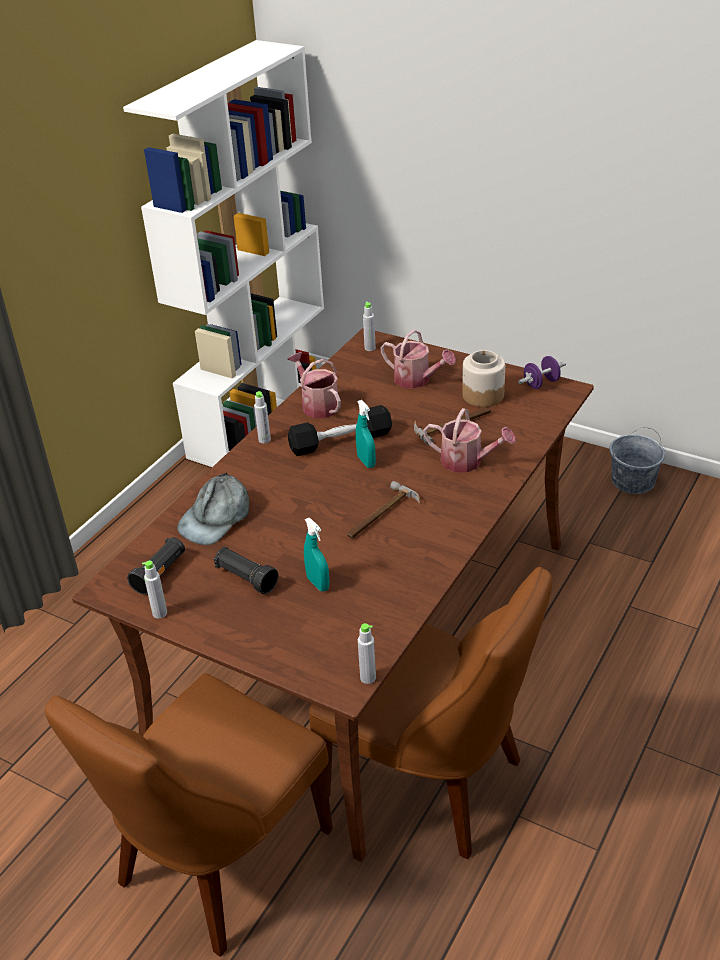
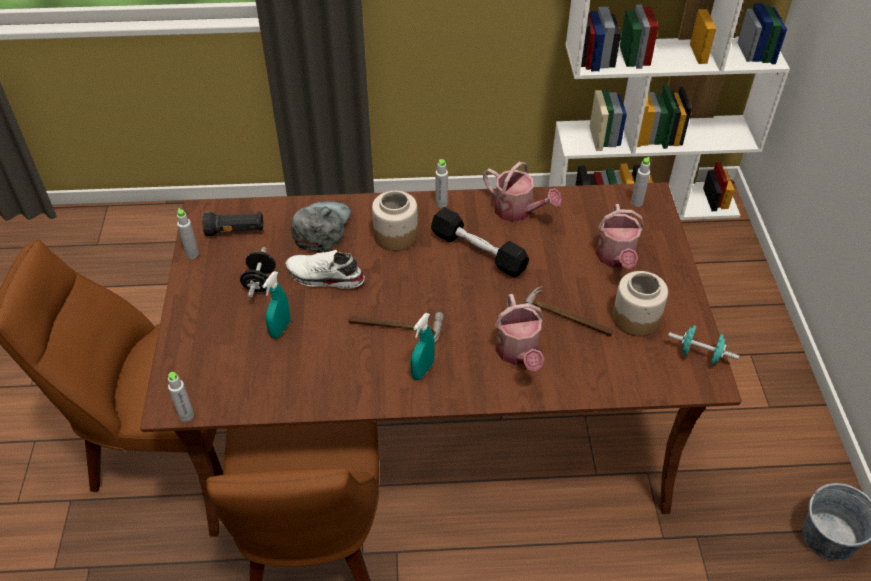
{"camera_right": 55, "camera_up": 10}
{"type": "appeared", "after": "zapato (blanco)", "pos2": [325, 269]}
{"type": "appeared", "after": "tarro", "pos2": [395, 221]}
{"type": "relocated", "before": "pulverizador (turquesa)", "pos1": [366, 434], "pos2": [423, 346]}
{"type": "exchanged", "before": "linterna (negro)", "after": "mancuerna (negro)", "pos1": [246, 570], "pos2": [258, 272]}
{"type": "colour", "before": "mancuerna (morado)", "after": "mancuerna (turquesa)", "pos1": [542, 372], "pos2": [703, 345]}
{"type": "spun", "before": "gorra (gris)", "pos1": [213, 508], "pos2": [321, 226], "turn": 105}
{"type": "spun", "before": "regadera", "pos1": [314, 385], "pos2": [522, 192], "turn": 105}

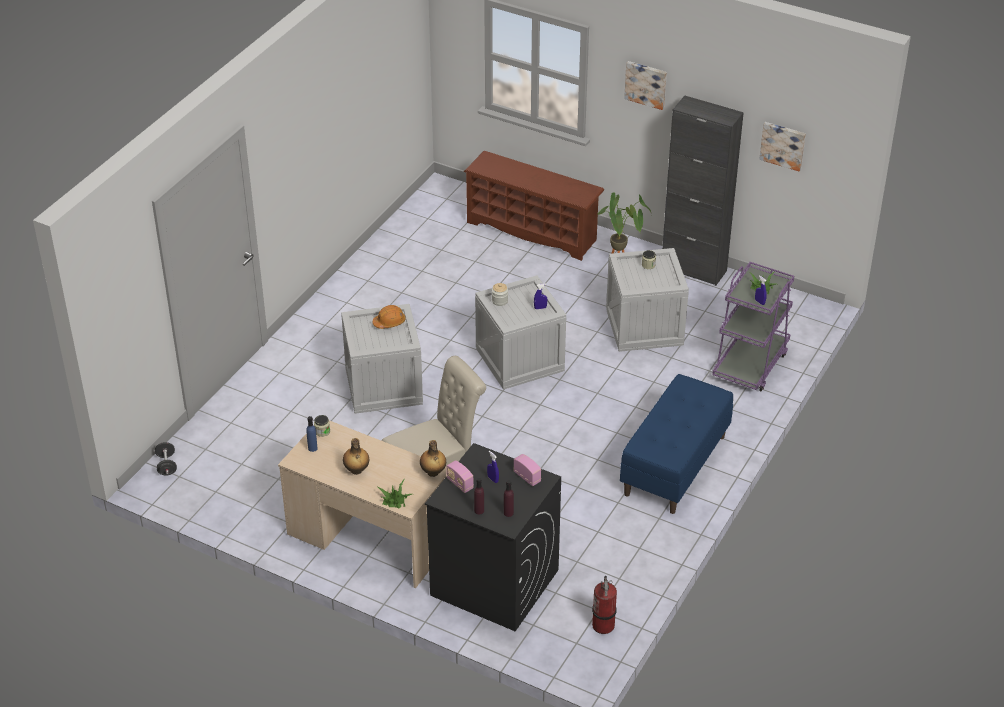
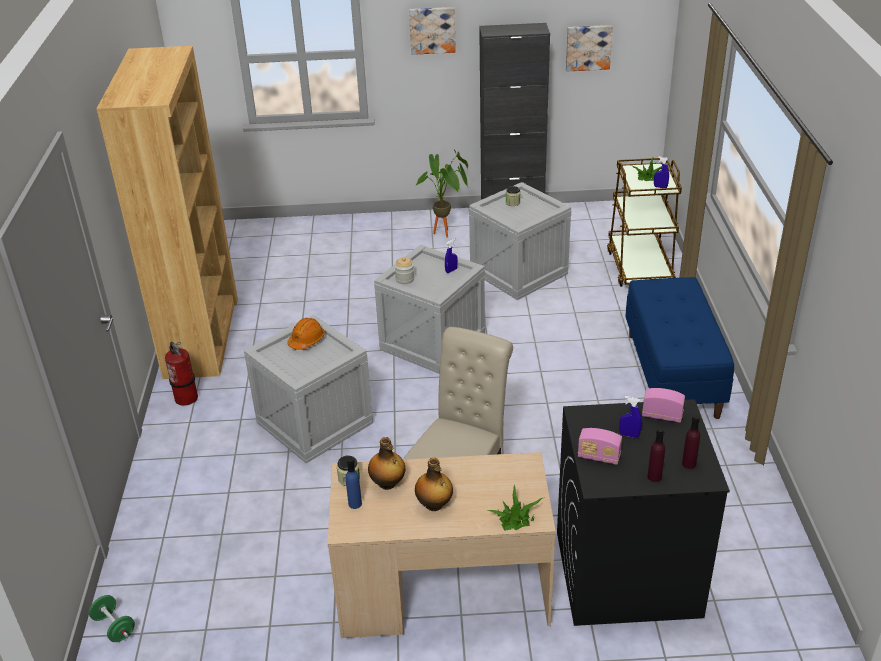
{"camera_right": -30, "camera_up": -5}
{"type": "missing", "before": "zapatero (marrón)", "pos1": [534, 206]}
{"type": "appeared", "after": "estantería (marrón)", "pos2": [167, 212]}
{"type": "relocated", "before": "botella", "pos1": [433, 458], "pos2": [386, 463]}
{"type": "relocated", "before": "extintor", "pos1": [604, 605], "pos2": [181, 374]}
{"type": "colour", "before": "mancuerna (negro)", "after": "mancuerna (verde)", "pos1": [166, 458], "pos2": [112, 618]}
{"type": "colour", "before": "carrito (morado)", "after": "carrito (marrón)", "pos1": [753, 326], "pos2": [644, 222]}

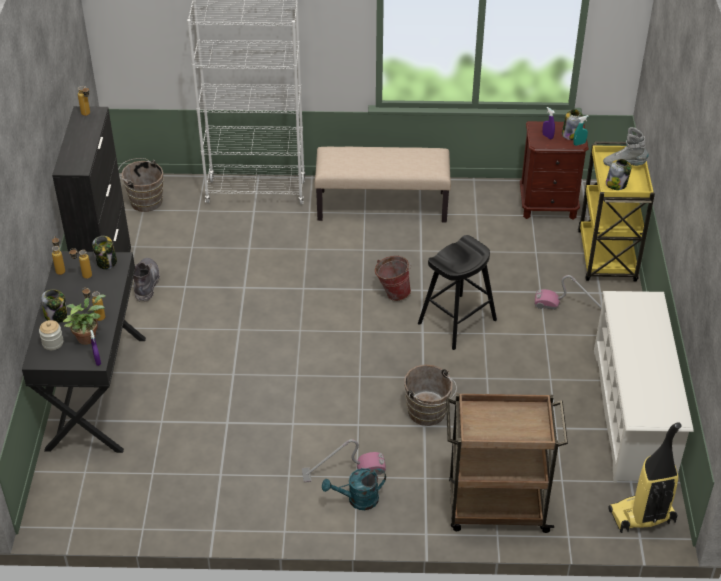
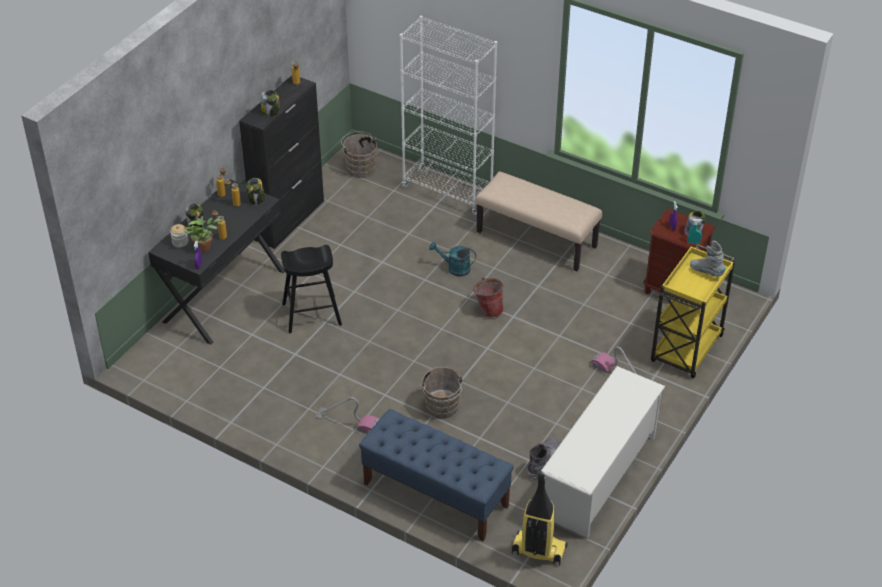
{"camera_right": 30, "camera_up": 0}
{"type": "relocated", "before": "bota (gris)", "pos1": [146, 280], "pos2": [543, 459]}
{"type": "relocated", "before": "regadera (turquesa)", "pos1": [354, 489], "pos2": [452, 259]}
{"type": "relocated", "before": "taburete (negro)", "pos1": [457, 292], "pos2": [311, 289]}
{"type": "relocated", "before": "tarro", "pos1": [619, 174], "pos2": [270, 103]}
{"type": "exchanged", "before": "carrito (marrón)", "after": "banco (azul)", "pos1": [507, 463], "pos2": [436, 475]}

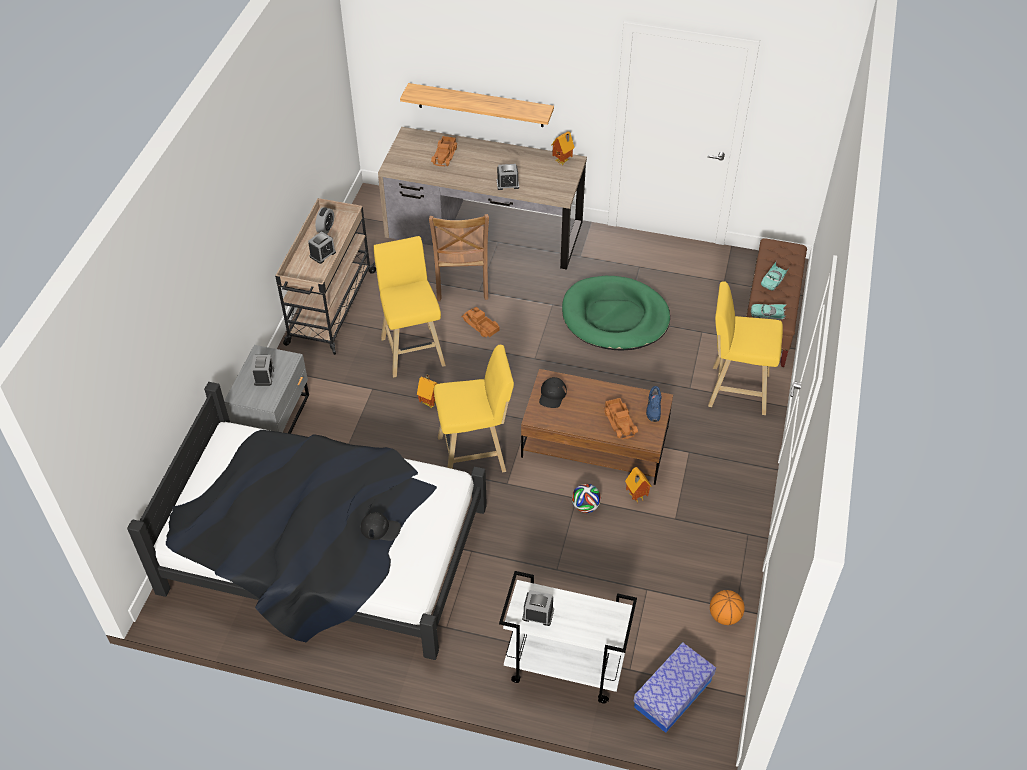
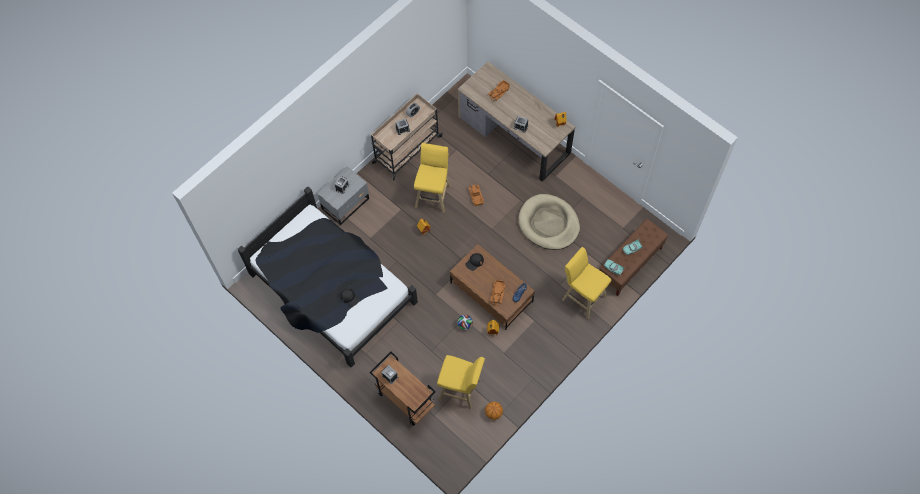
{"camera_right": 30, "camera_up": 15}
{"type": "missing", "before": "estante", "pos1": [477, 105]}
{"type": "missing", "before": "silla (marrón)", "pos1": [459, 257]}
{"type": "missing", "before": "caja de almacenaje", "pos1": [674, 688]}
{"type": "relocated", "before": "taburete (amarillo)", "pos1": [474, 408], "pos2": [461, 382]}
{"type": "colour", "before": "carrito (blanco)", "after": "carrito (marrón)", "pos1": [568, 637], "pos2": [402, 388]}
{"type": "colour", "before": "cama para perro (verde)", "after": "cama para perro (beis)", "pos1": [616, 313], "pos2": [549, 222]}

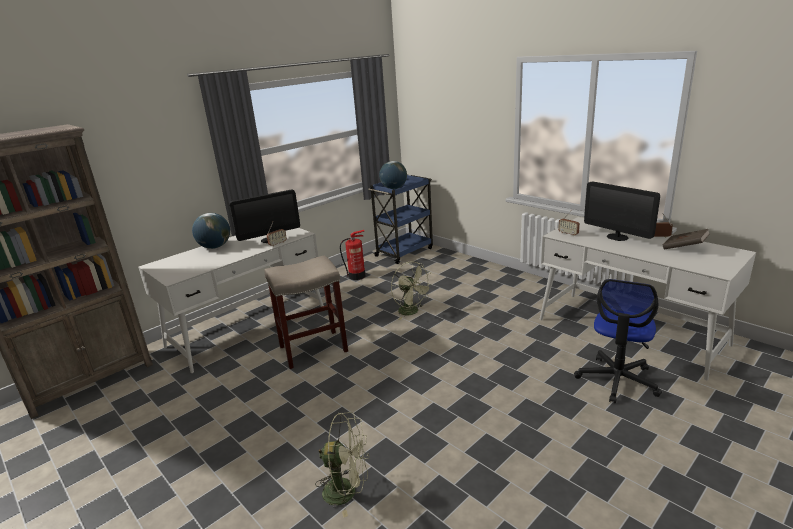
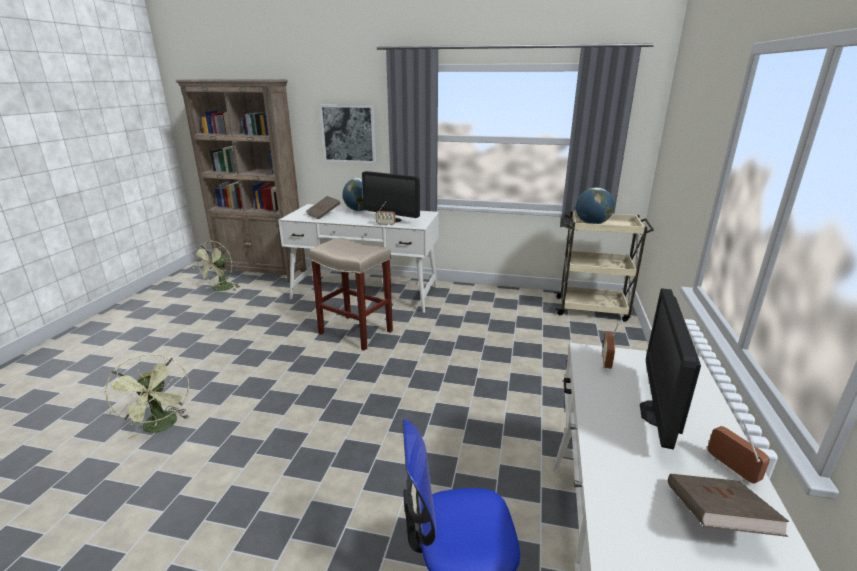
{"camera_right": 55, "camera_up": 0}
{"type": "missing", "before": "extintor", "pos1": [352, 255]}
{"type": "appeared", "after": "libro (marrón)", "pos2": [323, 207]}
{"type": "appeared", "after": "cuadro", "pos2": [348, 134]}
{"type": "relocated", "before": "ventilador (verde)", "pos1": [412, 290], "pos2": [215, 266]}
{"type": "colour", "before": "carrito (azul)", "after": "carrito (beis)", "pos1": [400, 219], "pos2": [604, 266]}

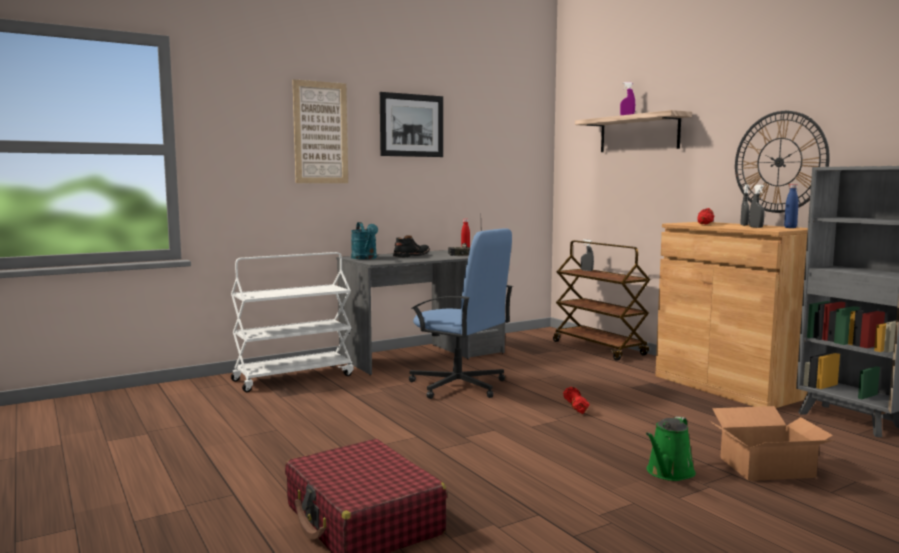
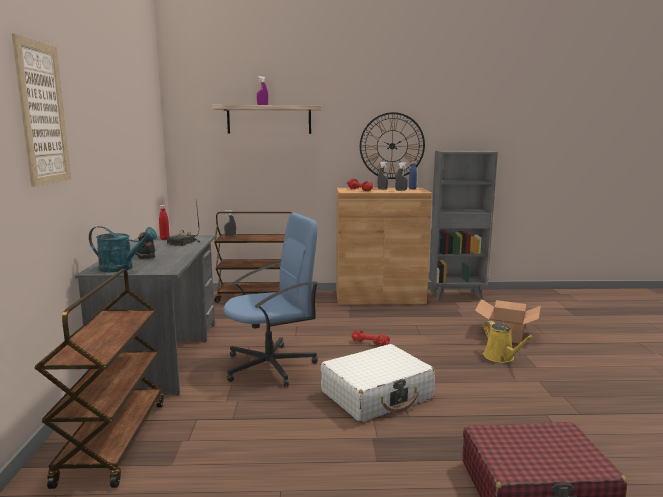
{"camera_right": -60, "camera_up": 5}
{"type": "missing", "before": "cuadro", "pos1": [411, 124]}
{"type": "appeared", "after": "maleta (blanco)", "pos2": [378, 383]}
{"type": "colour", "before": "carrito (blanco)", "after": "carrito (marrón)", "pos1": [292, 322], "pos2": [99, 379]}
{"type": "colour", "before": "regadera (verde)", "after": "regadera (amarillo)", "pos1": [671, 448], "pos2": [508, 342]}

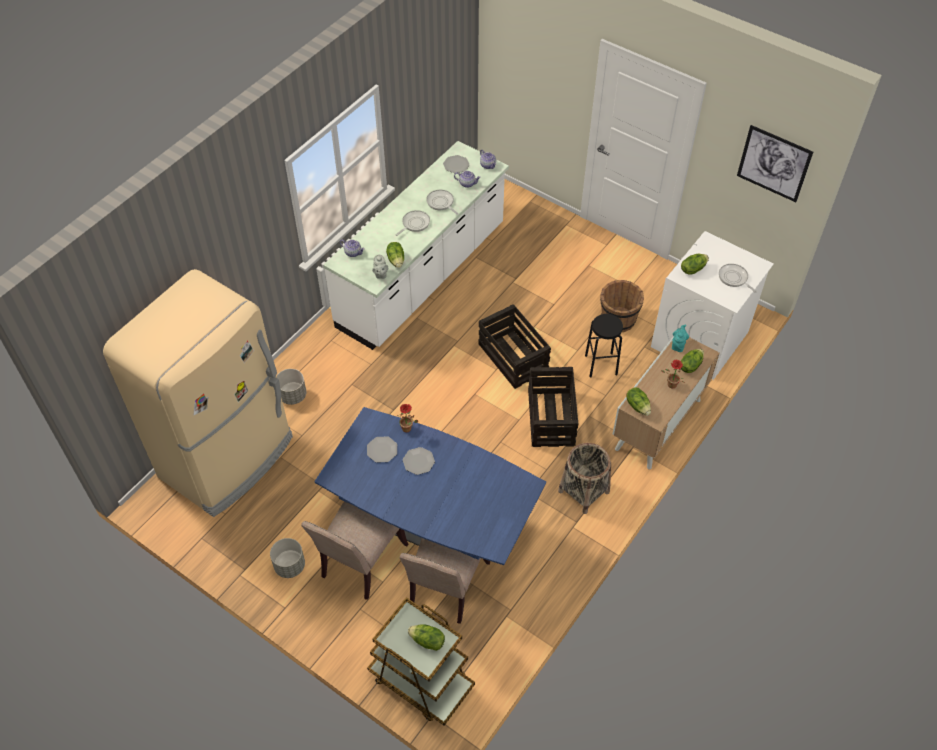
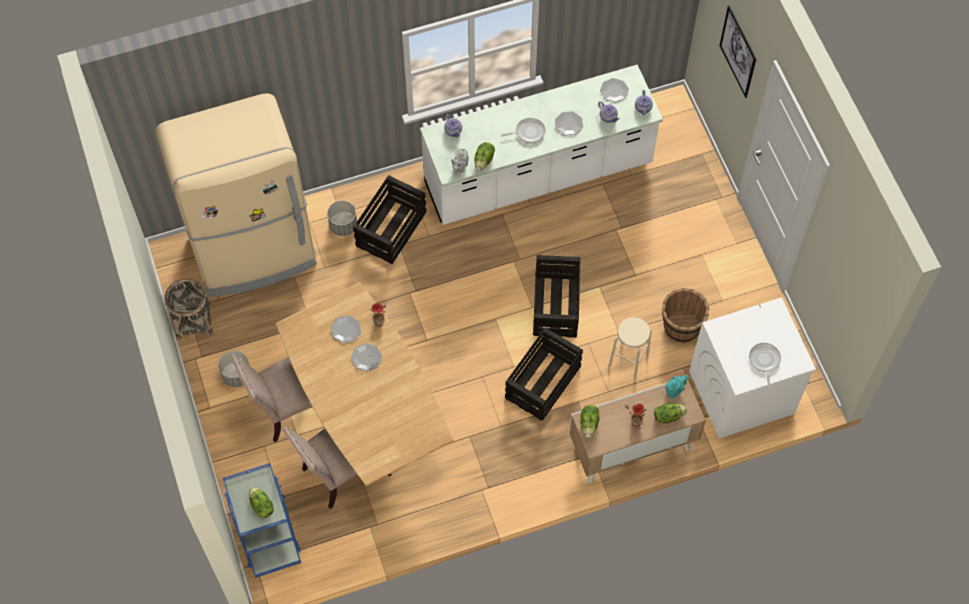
{"camera_right": 35, "camera_up": 10}
{"type": "missing", "before": "lechuga", "pos1": [695, 264]}
{"type": "appeared", "after": "caja de embalaje", "pos2": [390, 219]}
{"type": "relocated", "before": "cesta", "pos1": [584, 478], "pos2": [189, 310]}
{"type": "relocated", "before": "cuadro", "pos1": [775, 163], "pos2": [737, 51]}
{"type": "exchanged", "before": "sartén", "after": "plato", "pos1": [442, 202], "pos2": [569, 123]}
{"type": "colour", "before": "mesa de comedor (azul)", "after": "mesa de comedor (marrón)", "pos1": [430, 486], "pos2": [364, 384]}
{"type": "colour", "before": "carrito (marrón)", "after": "carrito (azul)", "pos1": [421, 661], "pos2": [262, 520]}
{"type": "colour", "before": "taburete (negro)", "after": "taburete (beis)", "pos1": [604, 346], "pos2": [630, 348]}

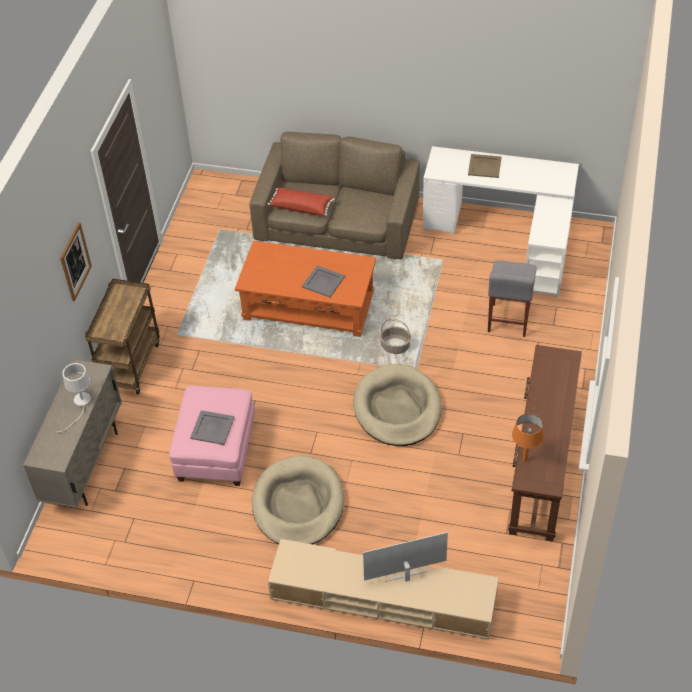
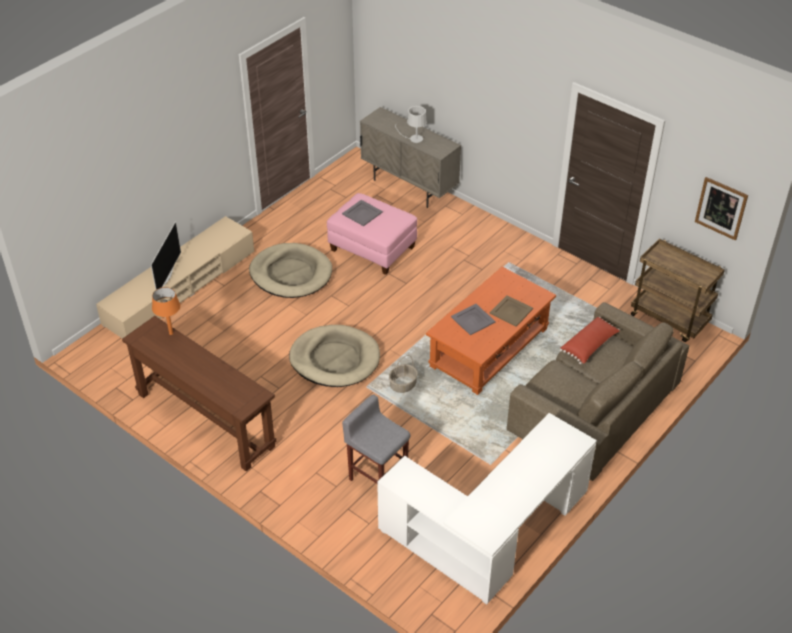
{"camera_right": 115, "camera_up": -5}
{"type": "relocated", "before": "cuadro", "pos1": [76, 261], "pos2": [721, 209]}
{"type": "relocated", "before": "carrito (marrón)", "pos1": [122, 337], "pos2": [678, 290]}
{"type": "relocated", "before": "bandeja (beis)", "pos1": [484, 166], "pos2": [511, 311]}

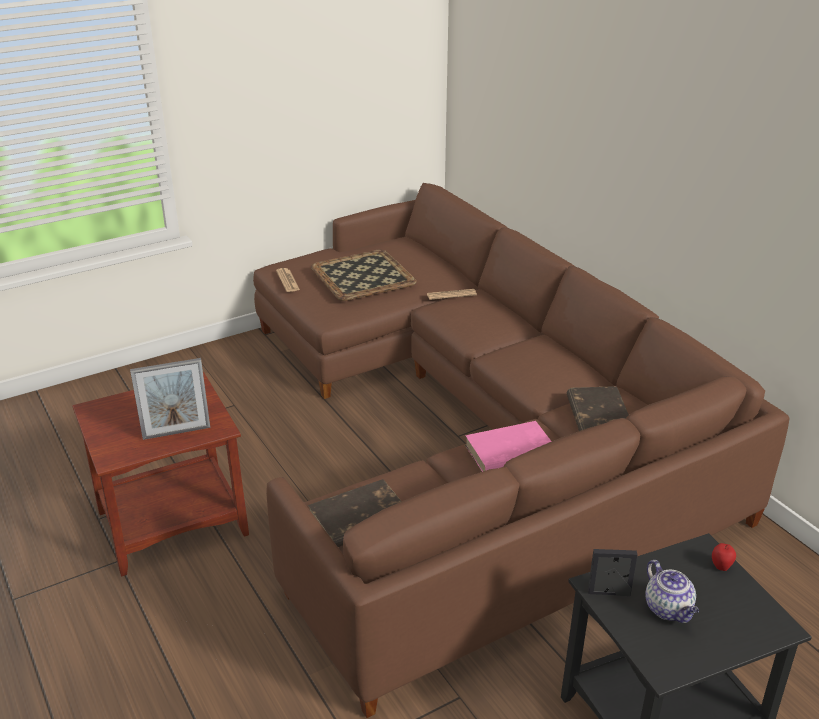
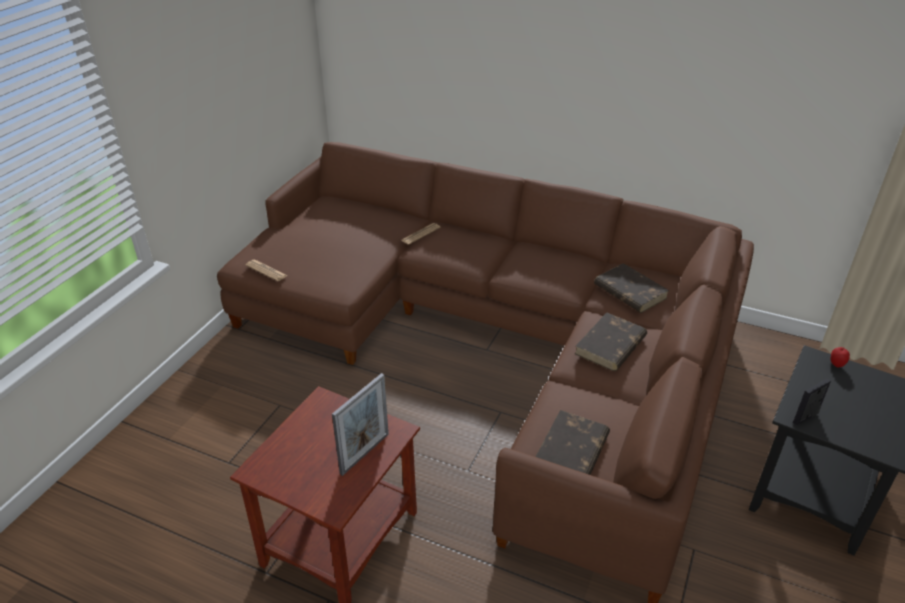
{"camera_right": -35, "camera_up": 5}
{"type": "missing", "before": "bandeja", "pos1": [364, 275]}
{"type": "missing", "before": "tetera", "pos1": [672, 591]}
{"type": "colour", "before": "libro (rosa)", "after": "libro (marrón)", "pos1": [508, 446], "pos2": [611, 341]}

